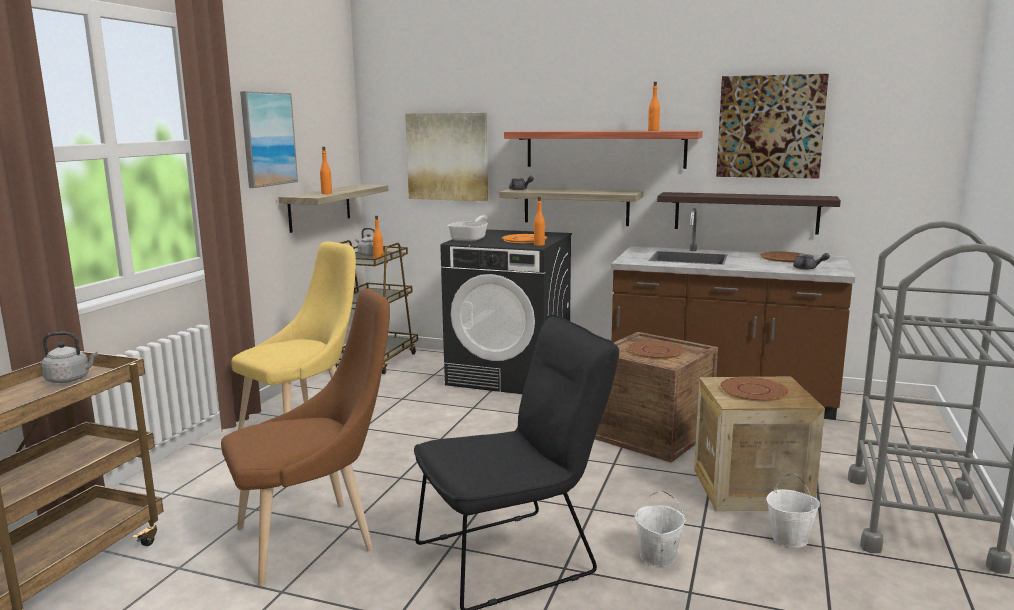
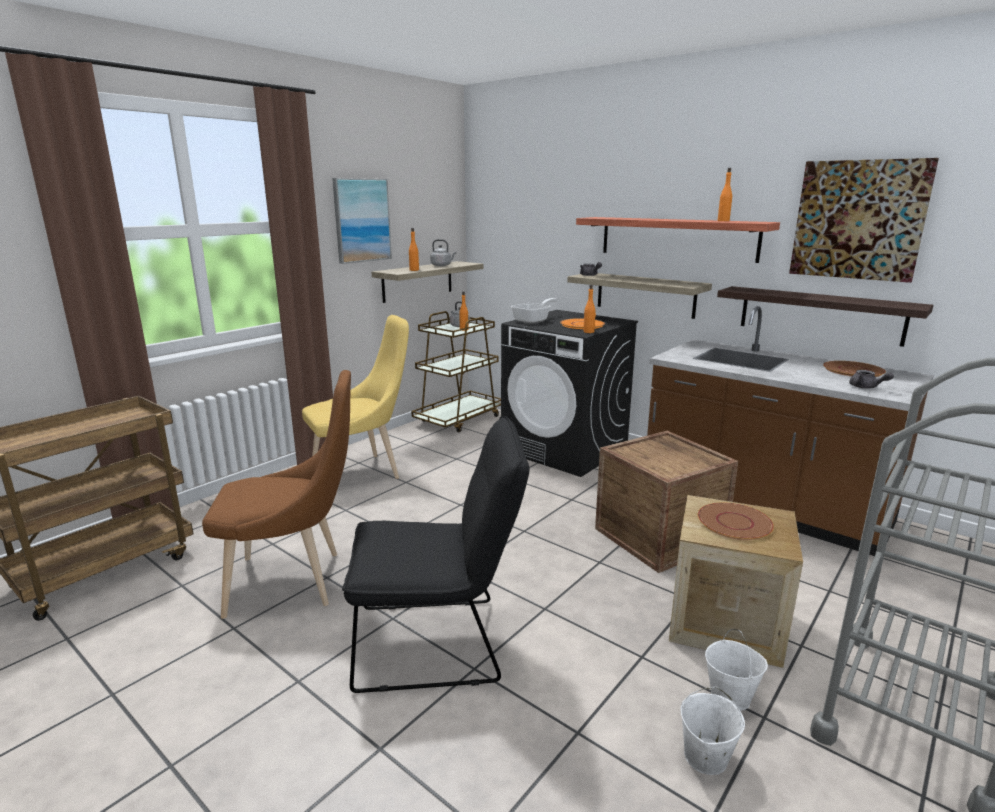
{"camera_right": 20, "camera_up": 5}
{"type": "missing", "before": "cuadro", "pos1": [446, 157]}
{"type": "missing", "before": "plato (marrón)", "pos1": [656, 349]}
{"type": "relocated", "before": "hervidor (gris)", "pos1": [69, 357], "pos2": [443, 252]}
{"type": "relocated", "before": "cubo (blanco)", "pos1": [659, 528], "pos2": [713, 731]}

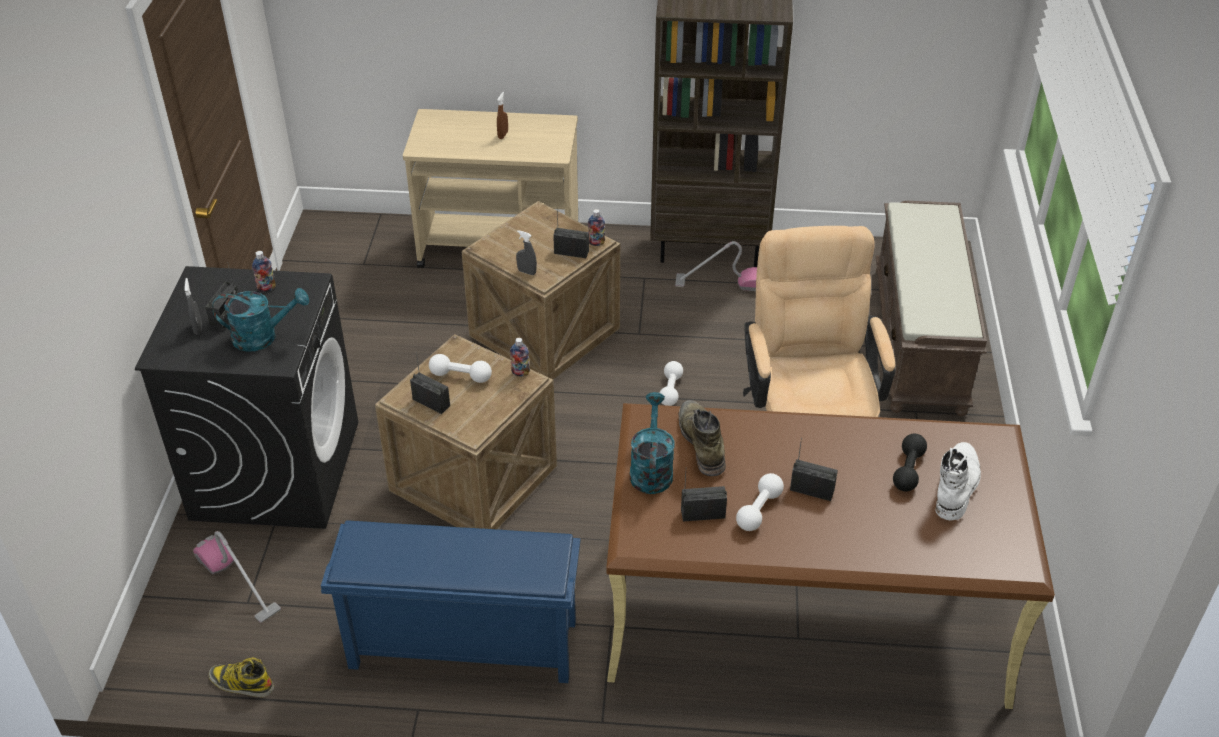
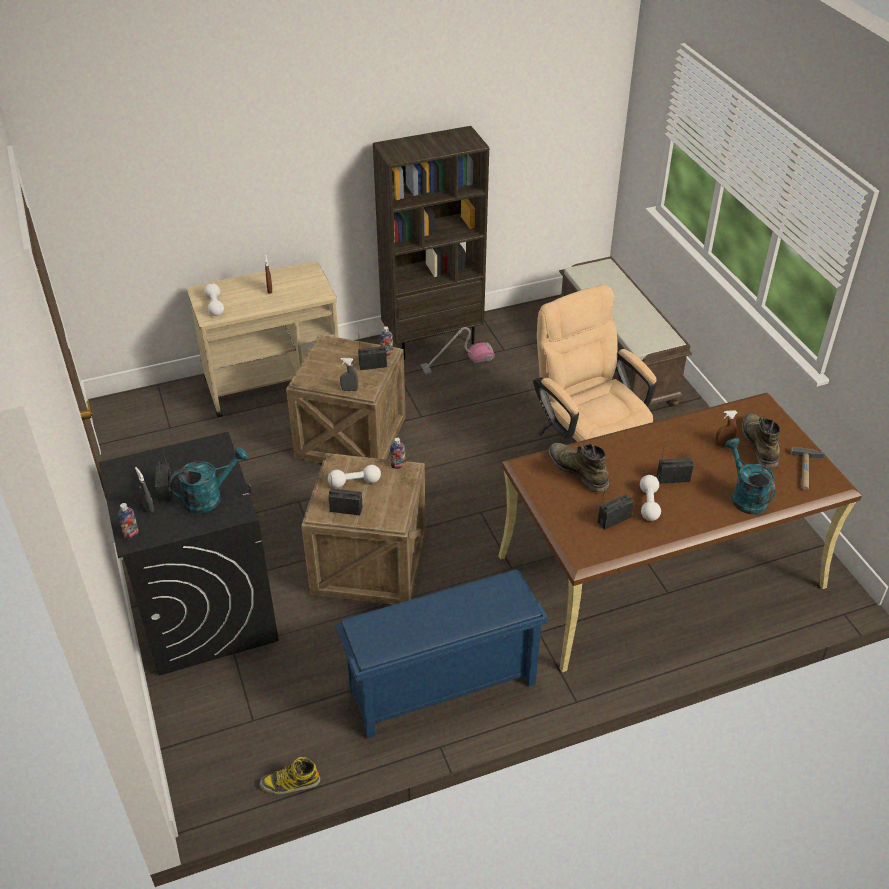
{"camera_right": -25, "camera_up": 0}
{"type": "missing", "before": "aspiradora", "pos1": [237, 577]}
{"type": "appeared", "after": "martillo", "pos2": [808, 468]}
{"type": "relocated", "before": "botella", "pos1": [264, 271], "pos2": [128, 521]}
{"type": "relocated", "before": "regadera (turquesa)", "pos1": [652, 443], "pos2": [750, 476]}
{"type": "relocated", "before": "mancuerna (blanco)", "pos1": [671, 383], "pos2": [214, 299]}
{"type": "exchanged", "before": "mancuerna (negro)", "after": "pulverizador (marrón)", "pos1": [910, 463], "pos2": [726, 428]}
{"type": "colour", "before": "bota (blanco)", "after": "bota (verde)", "pos1": [958, 481], "pos2": [761, 441]}

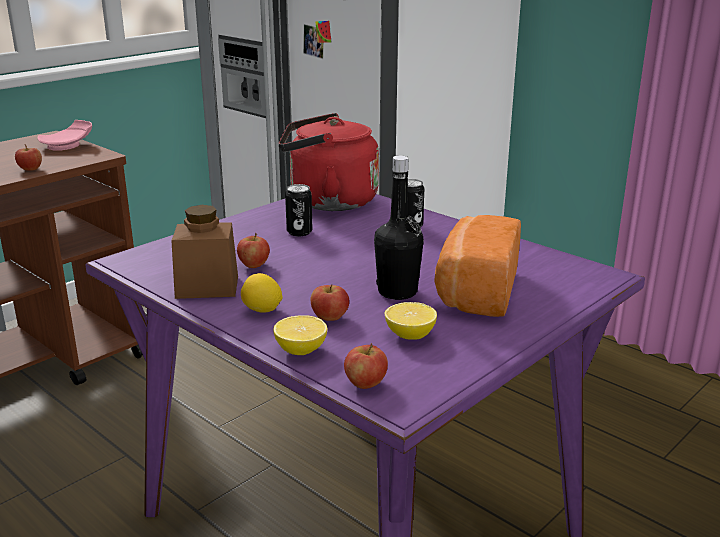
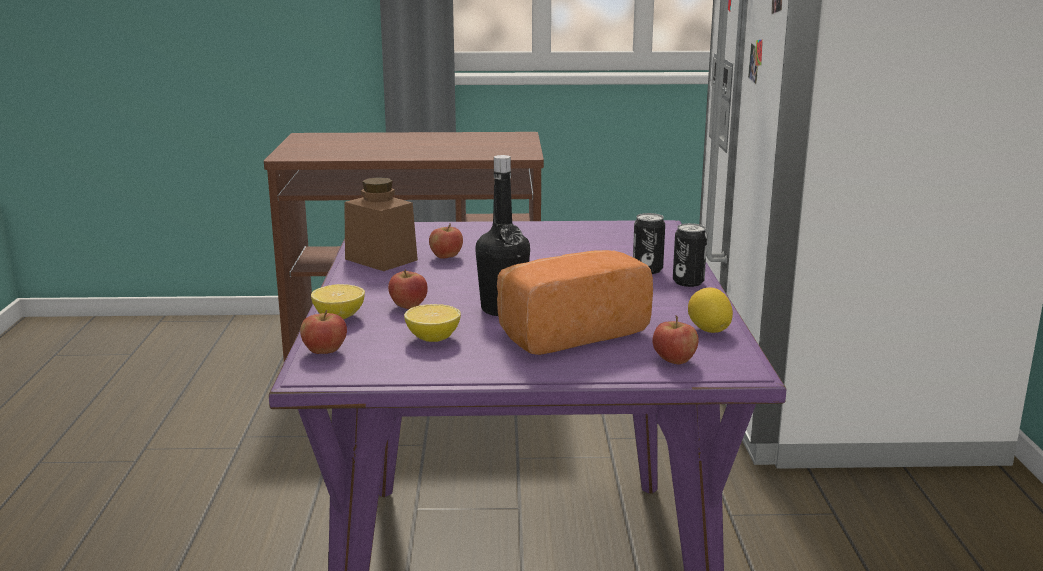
{"camera_right": 45, "camera_up": -5}
{"type": "missing", "before": "plato (rosa)", "pos1": [65, 135]}
{"type": "missing", "before": "hervidor (rojo)", "pos1": [329, 162]}
{"type": "relocated", "before": "manzana", "pos1": [28, 157], "pos2": [675, 340]}
{"type": "relocated", "before": "limón", "pos1": [262, 293], "pos2": [710, 310]}
{"type": "relocated", "before": "lata", "pos1": [299, 210], "pos2": [690, 255]}

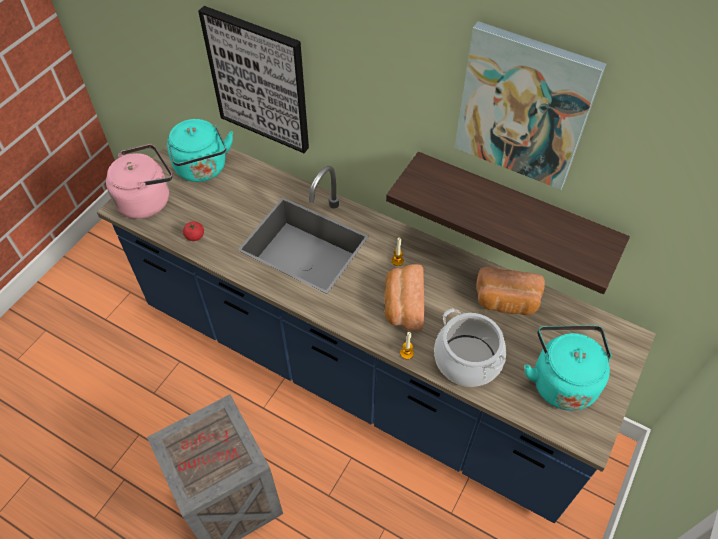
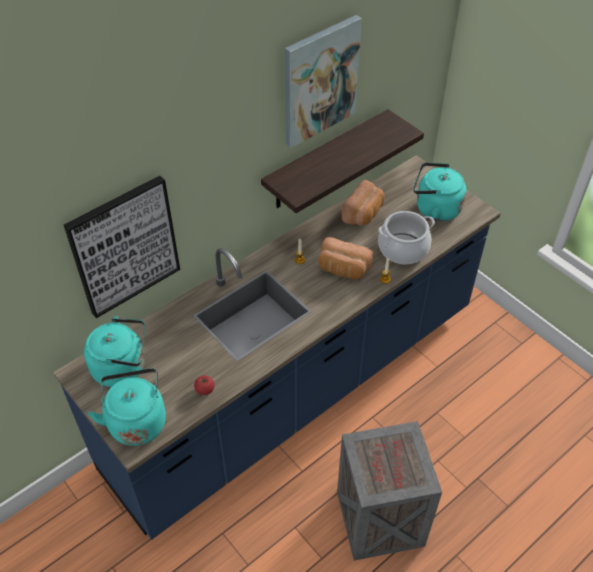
{"camera_right": -70, "camera_up": -5}
{"type": "colour", "before": "hervidor (rosa)", "after": "hervidor (turquesa)", "pos1": [139, 181], "pos2": [127, 407]}

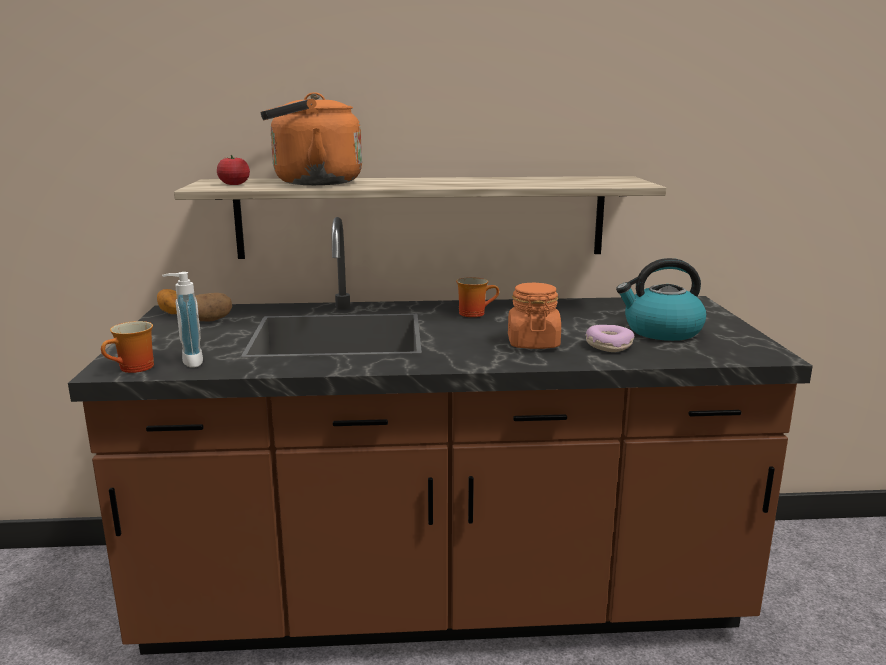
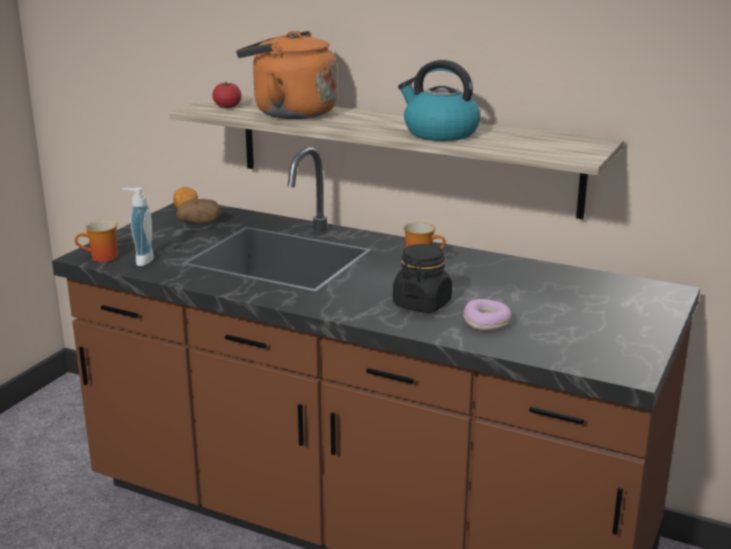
{"camera_right": 30, "camera_up": 5}
{"type": "relocated", "before": "hervidor", "pos1": [661, 299], "pos2": [439, 100]}
{"type": "colour", "before": "tarro (naranja)", "after": "tarro (negro)", "pos1": [534, 316], "pos2": [422, 278]}

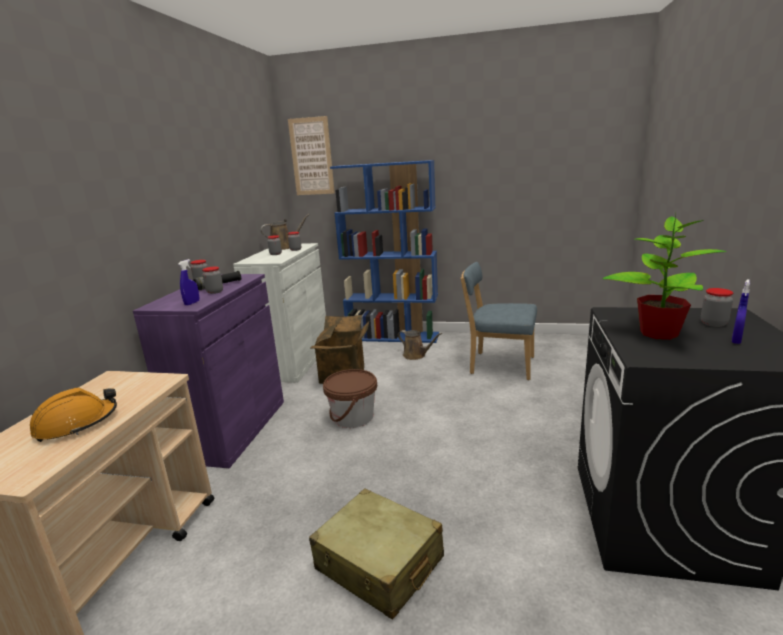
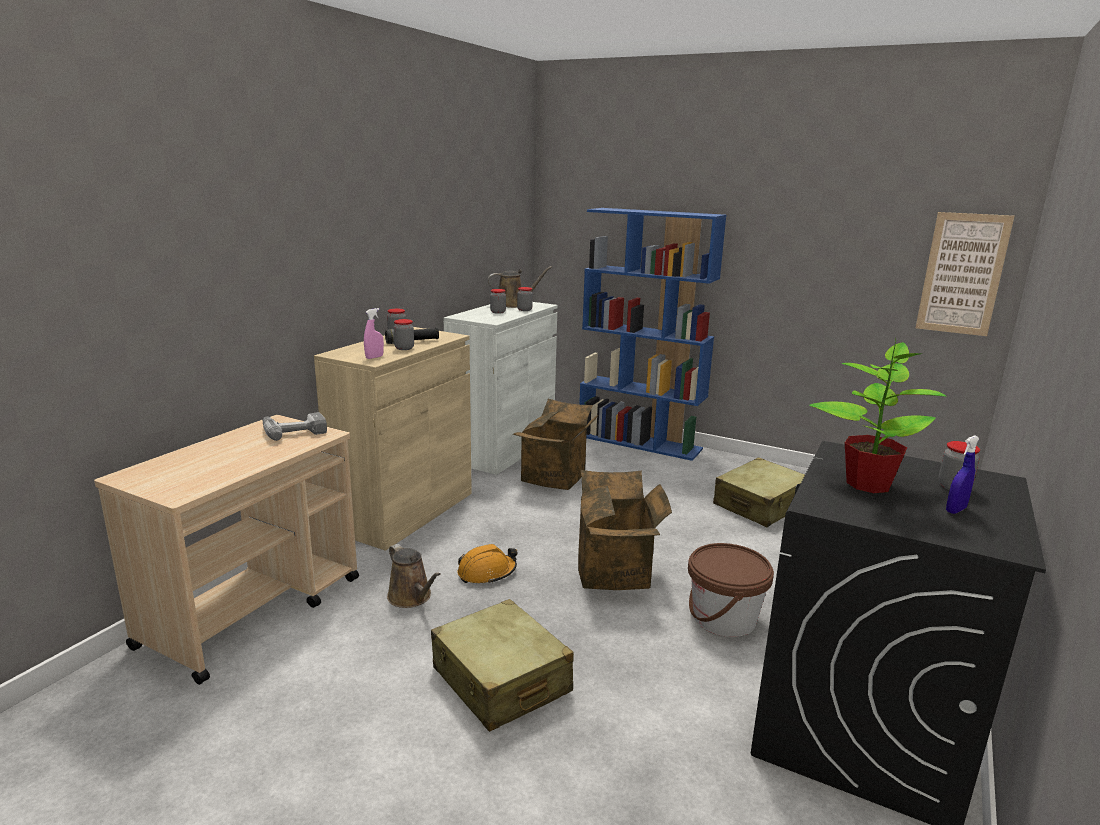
{"camera_right": 15, "camera_up": 0}
{"type": "appeared", "after": "taladro", "pos2": [295, 426]}
{"type": "appeared", "after": "caja de cartón", "pos2": [625, 530]}
{"type": "relocated", "before": "casco (naranja)", "pos1": [73, 414], "pos2": [488, 564]}
{"type": "relocated", "before": "cuadro", "pos1": [311, 155], "pos2": [965, 274]}
{"type": "relocated", "before": "cubo (marrón)", "pos1": [350, 398], "pos2": [731, 590]}
{"type": "relocated", "before": "regadera (marrón)", "pos1": [420, 345], "pos2": [414, 576]}
{"type": "exchanged", "before": "silla (azul)", "after": "maleta (beis)", "pos1": [498, 321], "pos2": [759, 492]}
{"type": "colour", "before": "armario (morado)", "after": "armario (beis)", "pos1": [208, 371], "pos2": [393, 439]}
{"type": "colour", "before": "pulverizador (azul)", "after": "pulverizador (rosa)", "pos1": [188, 282], "pos2": [374, 333]}

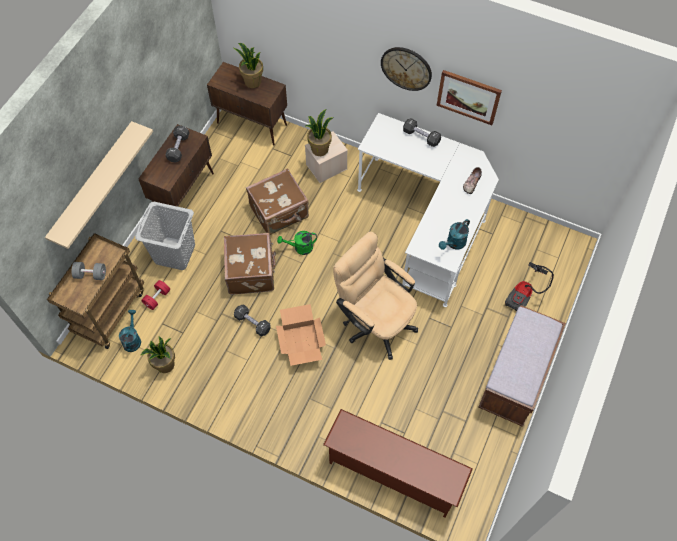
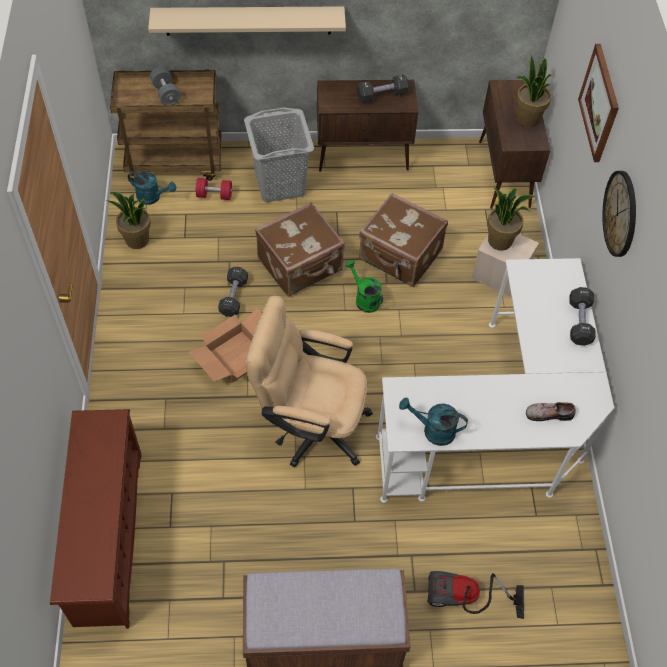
{"camera_right": 60, "camera_up": -5}
{"type": "relocated", "before": "cuadro", "pos1": [469, 97], "pos2": [598, 103]}
{"type": "spun", "before": "regadera (turquesa)", "pos1": [130, 331], "pos2": [152, 188], "turn": 45}
{"type": "spun", "before": "silla de oficina (beis)", "pos1": [375, 296], "pos2": [309, 382], "turn": -90}

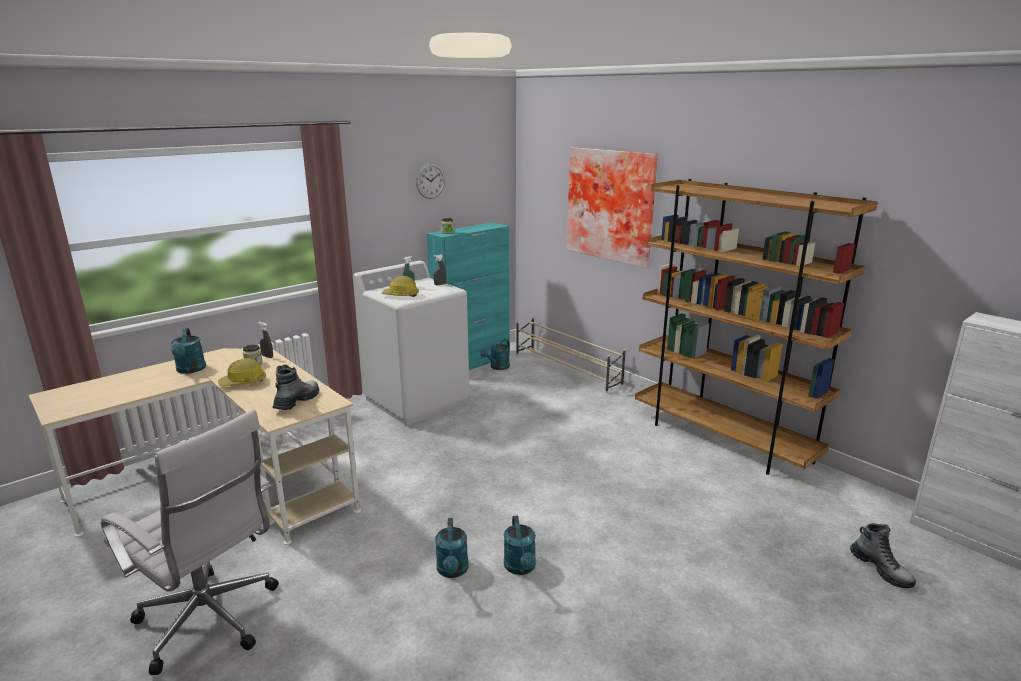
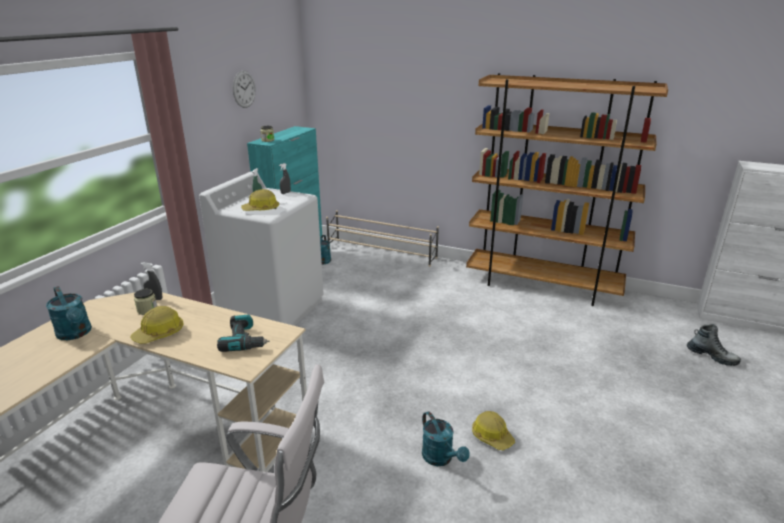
{"camera_right": -25, "camera_up": 5}
{"type": "missing", "before": "cuadro", "pos1": [612, 207]}
{"type": "exchanged", "before": "bota", "after": "taladro", "pos1": [296, 387], "pos2": [243, 333]}
{"type": "exchanged", "before": "regadera (turquesa)", "after": "casco", "pos1": [520, 545], "pos2": [493, 430]}

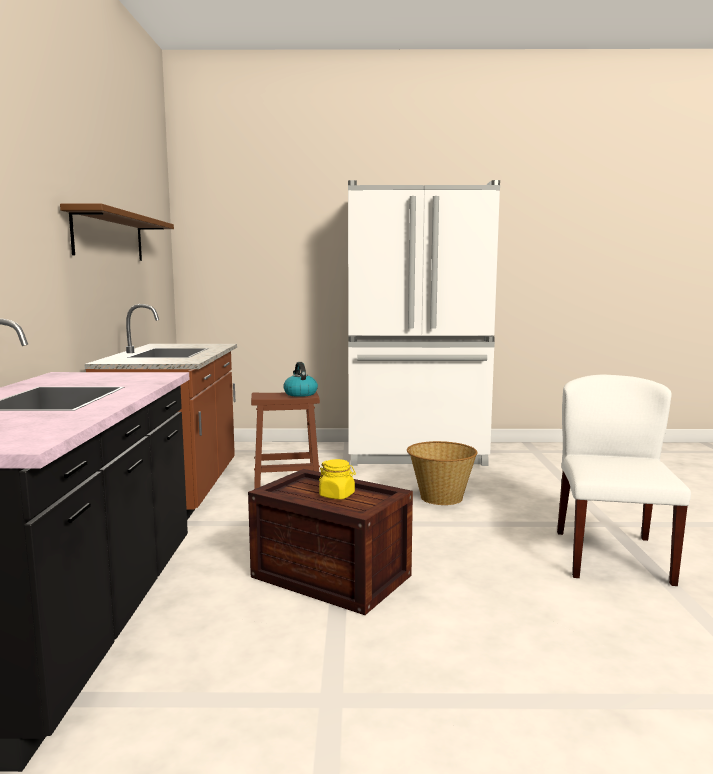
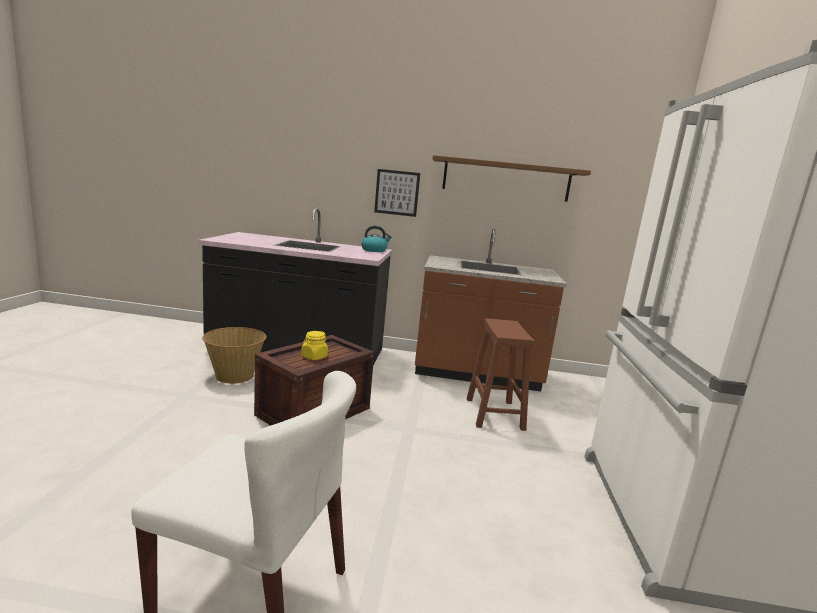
{"camera_right": 95, "camera_up": 5}
{"type": "appeared", "after": "cuadro", "pos2": [397, 193]}
{"type": "relocated", "before": "hervidor", "pos1": [300, 379], "pos2": [376, 239]}
{"type": "relocated", "before": "cesta", "pos1": [442, 473], "pos2": [234, 355]}

